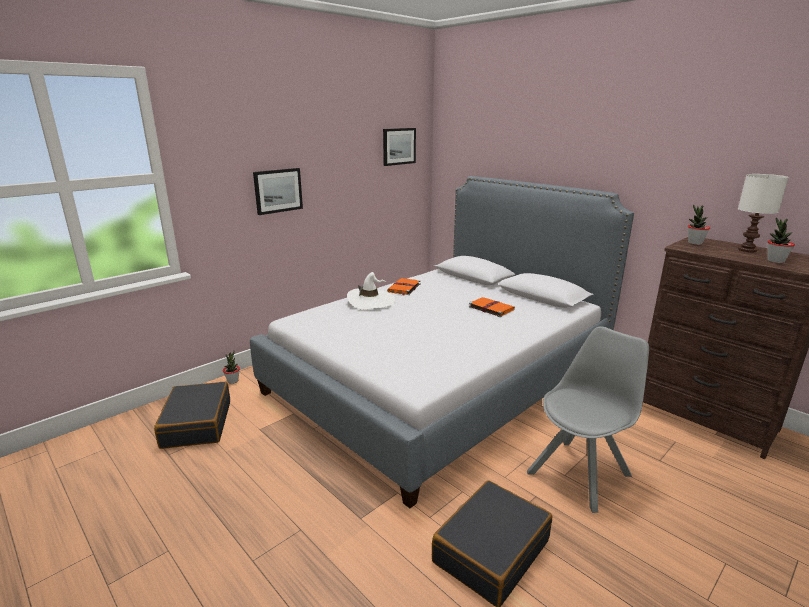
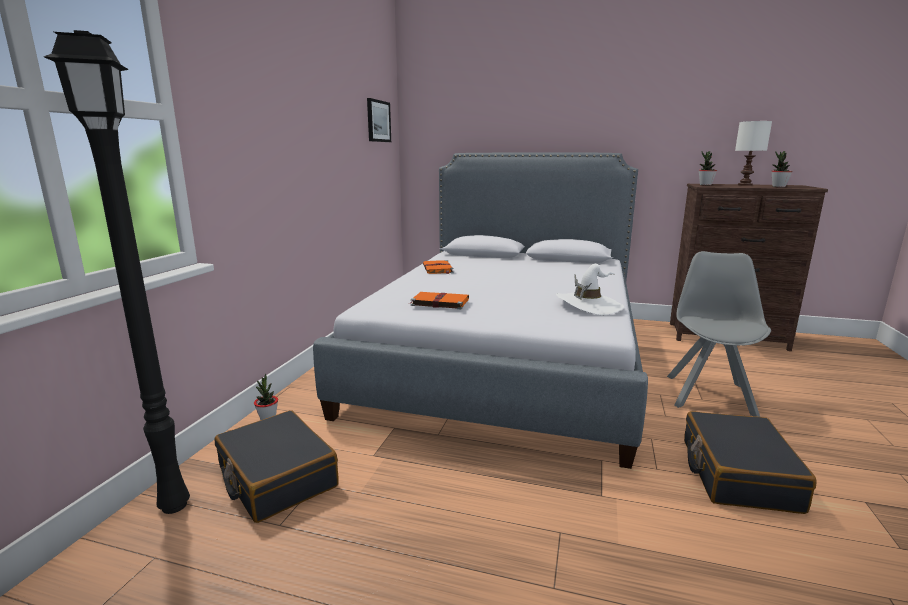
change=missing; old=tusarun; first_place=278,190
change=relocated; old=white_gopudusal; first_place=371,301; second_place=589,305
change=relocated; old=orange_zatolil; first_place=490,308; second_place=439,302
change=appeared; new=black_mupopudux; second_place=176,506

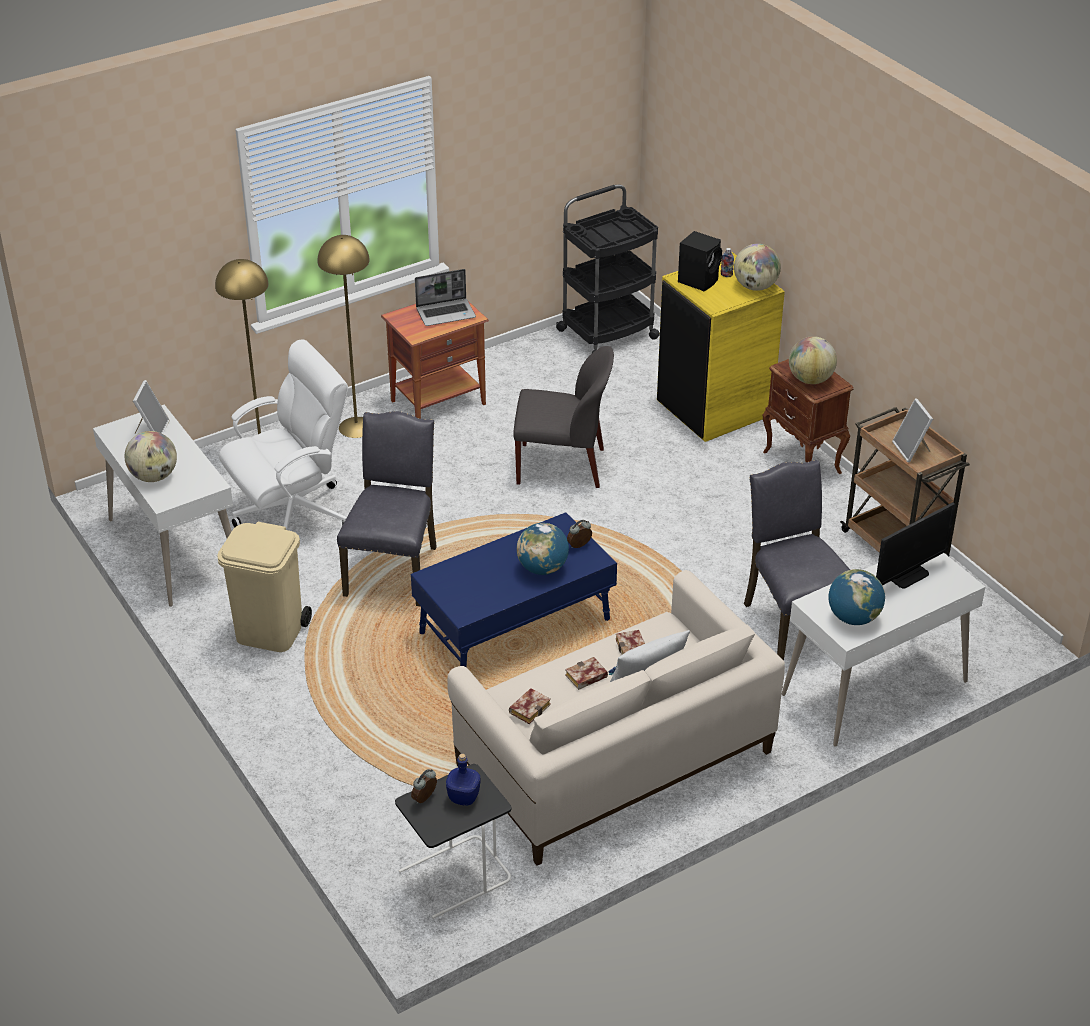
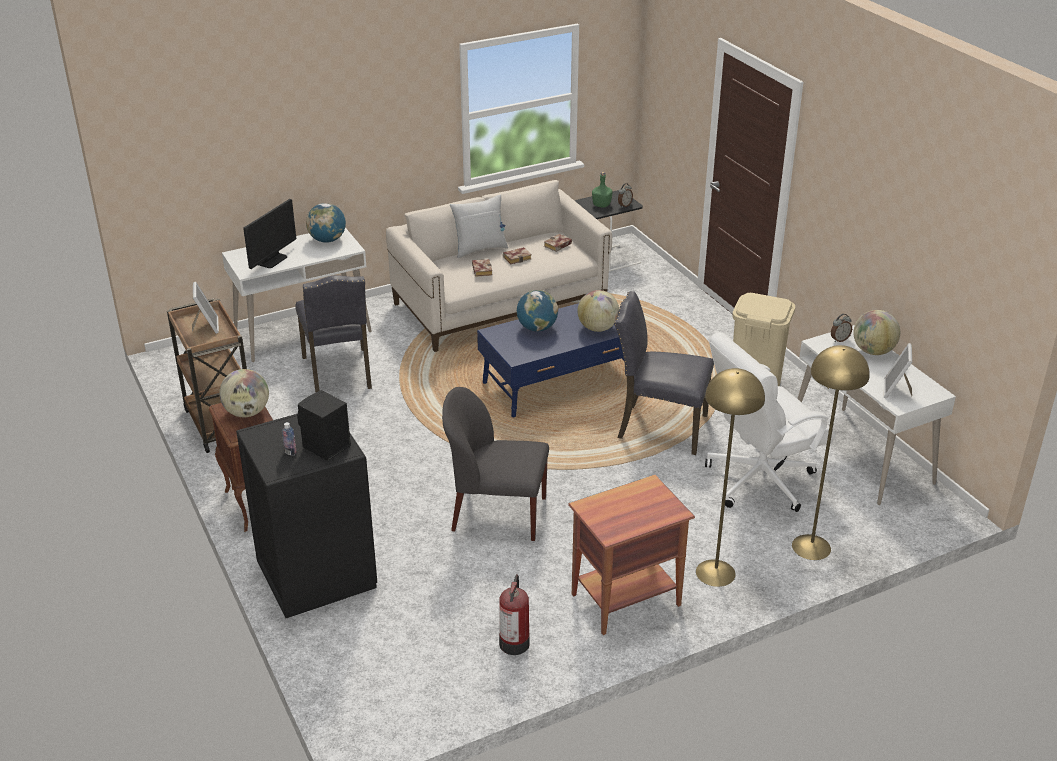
change=spun; old=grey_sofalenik; first_place=394,570; second_place=659,428; degrees=90
change=missing; old=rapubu; first_place=446,313
change=colour; old=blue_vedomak; new=green_vedomak; first_place=464,797; second_place=601,205
change=missing; old=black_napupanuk; first_place=608,334
change=relocated; old=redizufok; first_place=579,546; second_place=839,339
change=colour; old=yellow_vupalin; new=black_vupalin; first_place=714,408; second_place=316,573
change=relocated; old=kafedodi; first_place=755,287; second_place=597,328
change=spun; old=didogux; first_place=907,575; second_place=272,260; degrees=150
change=appeared; new=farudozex; second_place=514,642

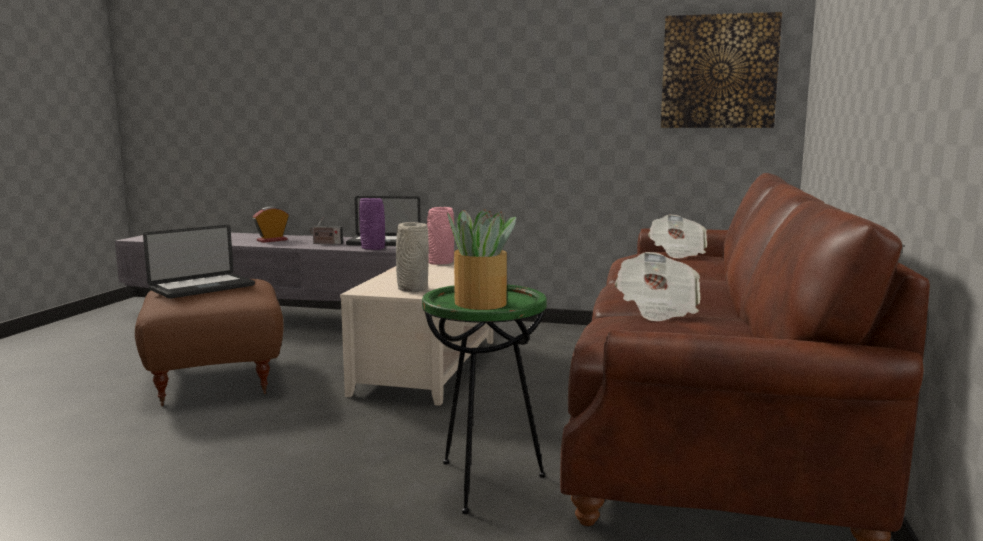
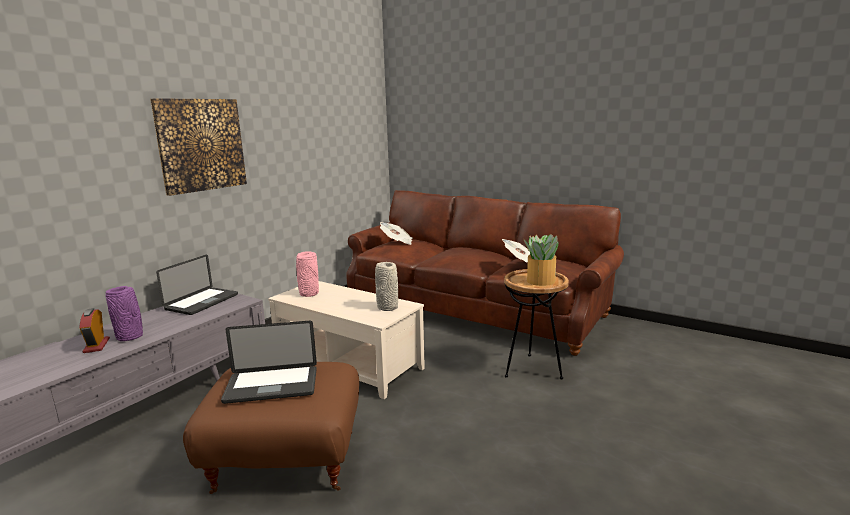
change=spun; old=rapubu; first_place=202,288; second_place=272,386; degrees=105
change=missing; old=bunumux; first_place=326,243
change=relocated; old=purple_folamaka; first_place=373,248; second_place=130,337
change=colour; old=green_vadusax; new=brown_vadusax; first_place=484,482; second_place=532,370
change=relocated; old=tusarun; first_place=719,72; second_place=201,145

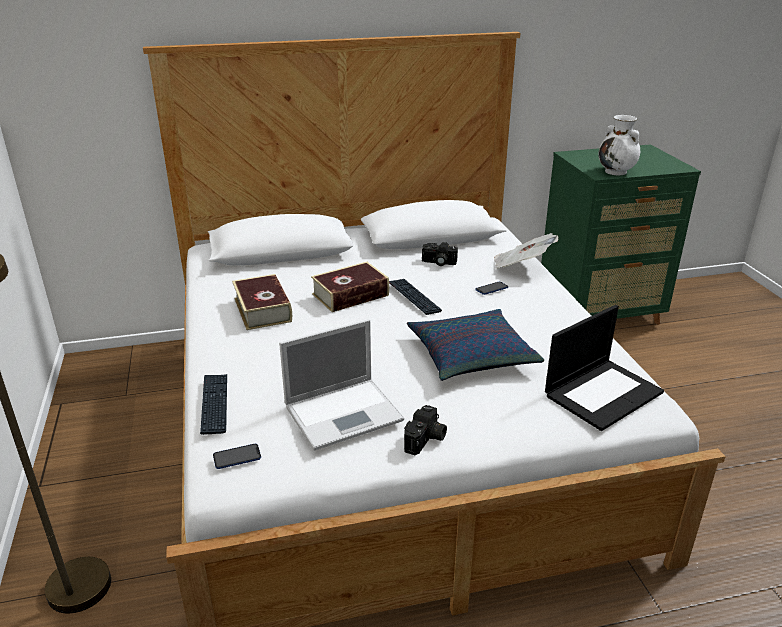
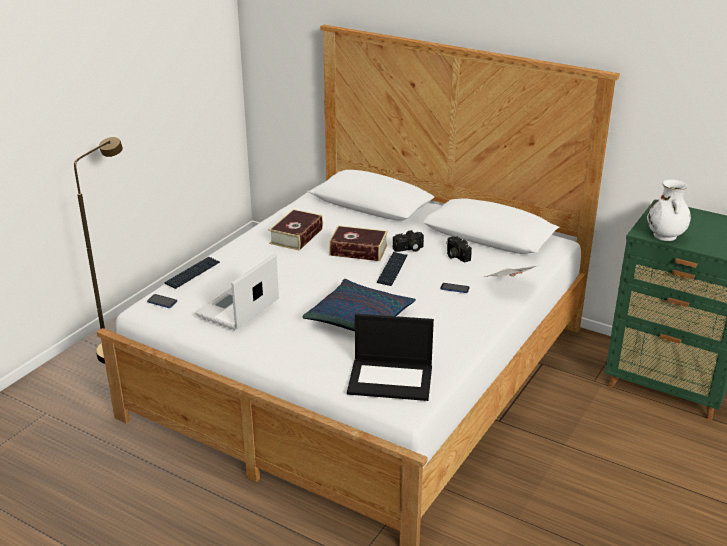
change=spun; old=rapubu; first_place=345,412; second_place=237,309; degrees=105
change=relocated; old=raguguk; first_place=426,440; second_place=409,249

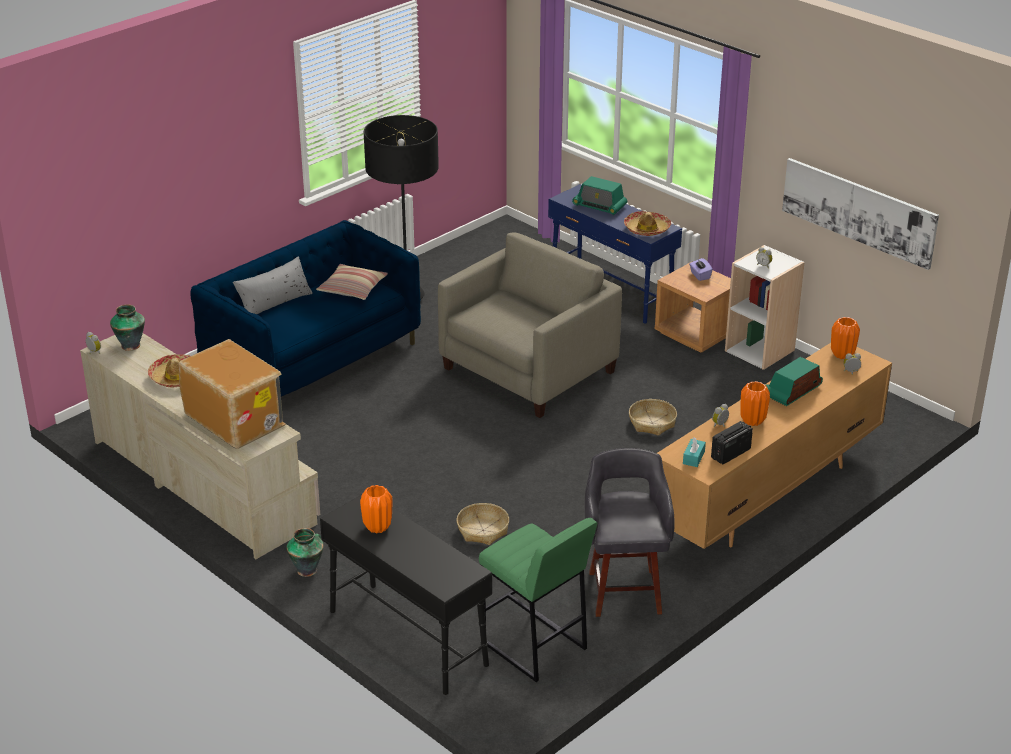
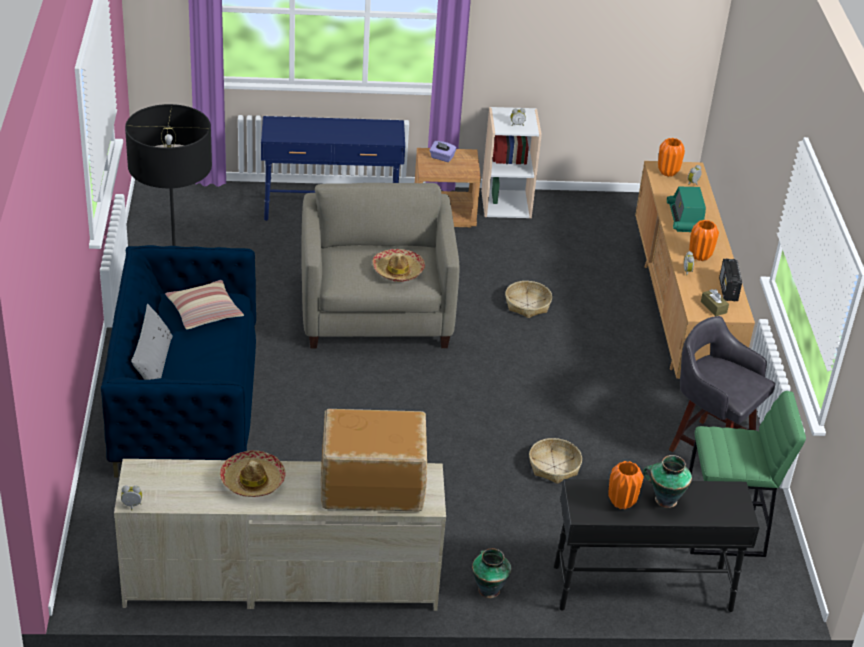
change=relocated; old=folamaka; first_place=130,345; second_place=664,499
change=missing; old=bunumux; first_place=599,206
change=relocated; old=gopudusal; first_place=647,229; second_place=398,271
change=colour; old=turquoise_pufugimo; new=brown_pufugimo; first_place=693,458; second_place=713,307
change=missing; old=tusarun; first_place=858,212

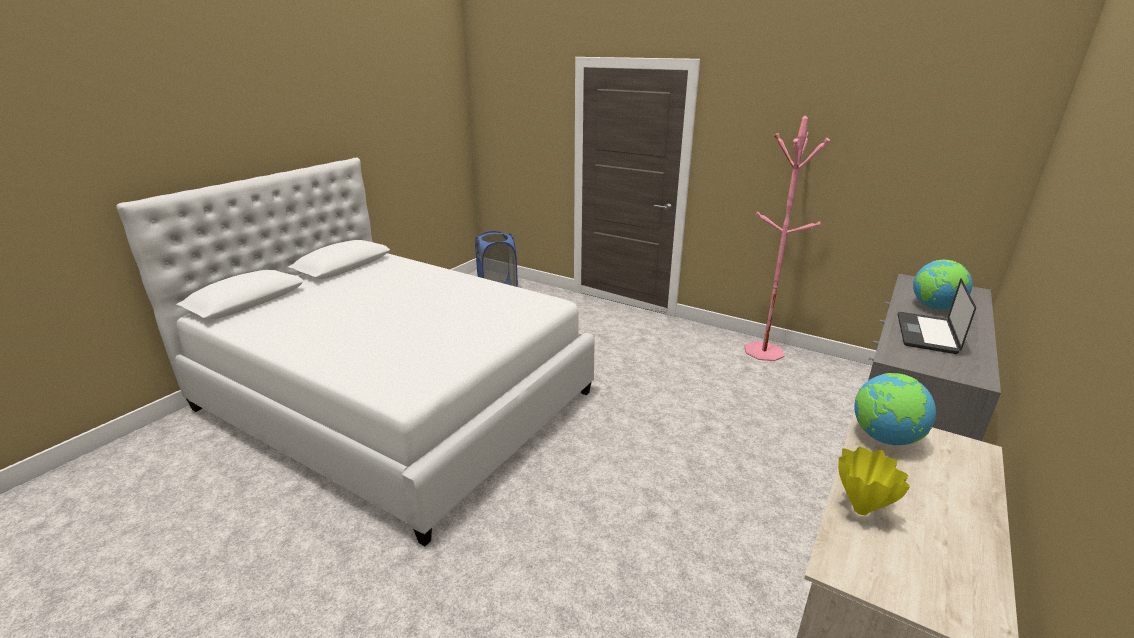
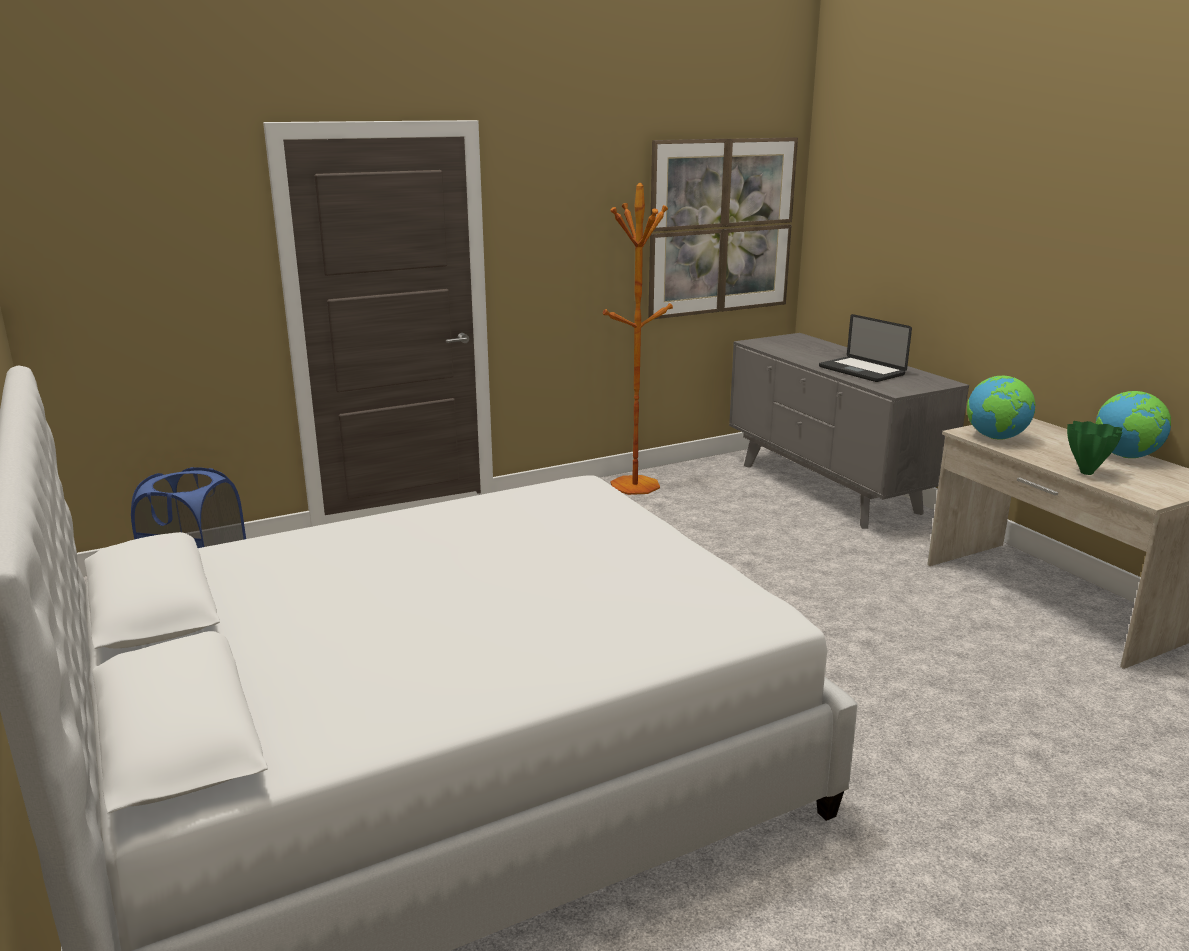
change=colour; old=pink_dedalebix; new=orange_dedalebix; first_place=764,351; second_place=635,485
change=colour; old=yellow_folamaka; new=green_folamaka; first_place=859,509; second_place=1085,472
change=relocated; old=kafedodi; first_place=934,308; second_place=1126,456
change=appeared; new=tusarun; second_place=721,227

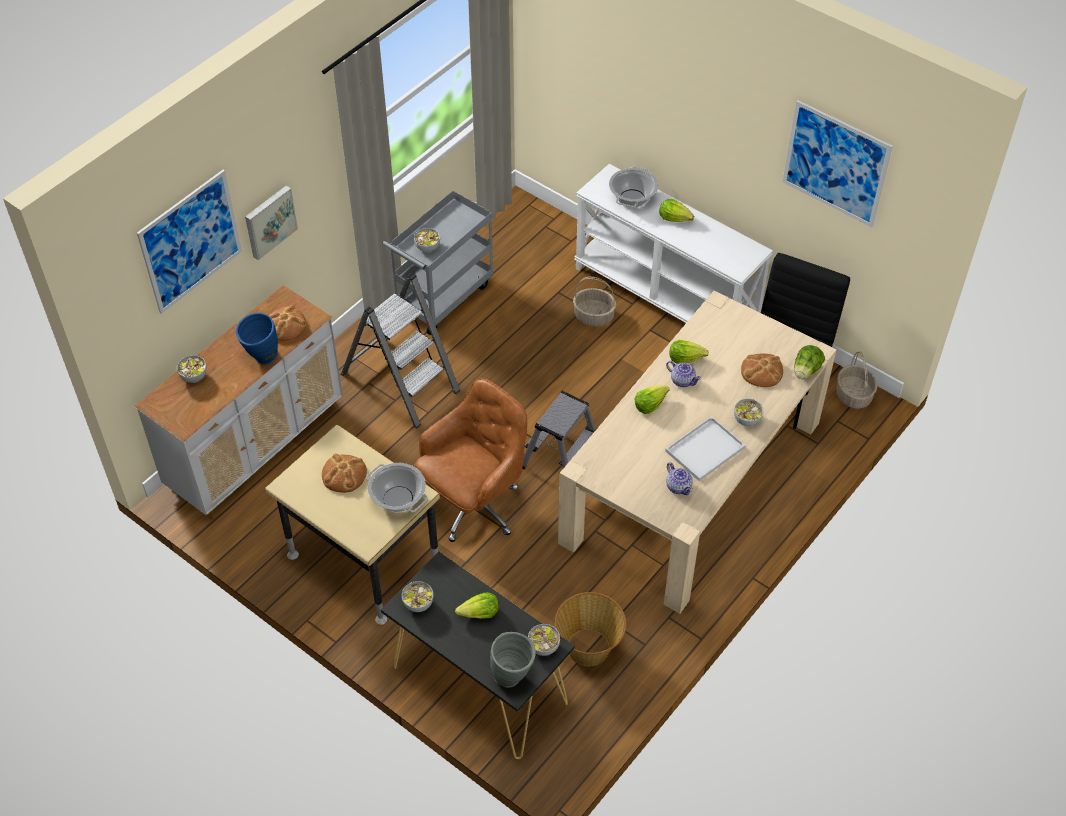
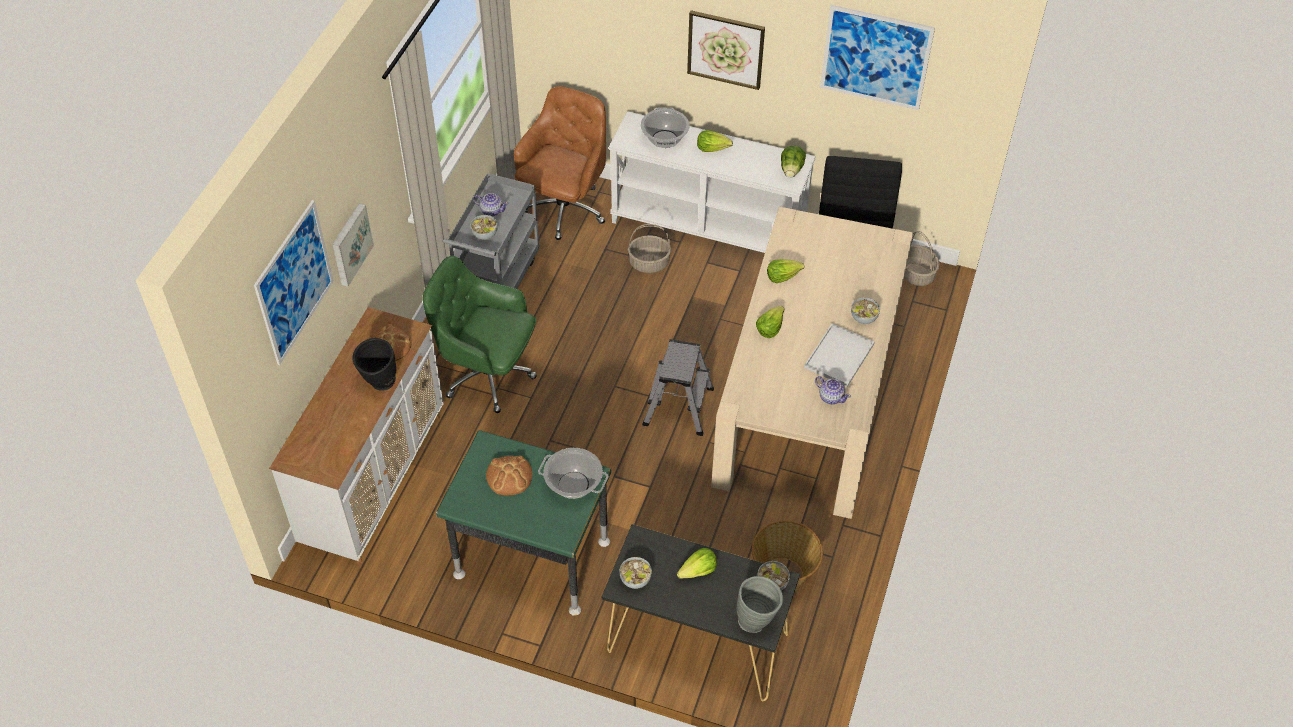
change=missing; old=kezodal; first_place=194,376
change=colour; old=blue_folamaka; new=black_folamaka; first_place=261,358; second_place=379,385
change=colour; old=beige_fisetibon; new=green_fisetibon; first_place=363,560; second_place=531,558
change=exchanged; old=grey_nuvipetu; new=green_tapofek; first_place=399,381; second_place=489,375
change=relocated; old=brown_tapofek; first_place=474,505; second_place=565,209
change=relocated; old=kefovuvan; first_place=682,380; second_place=491,210
change=missing; old=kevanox; first_place=762,371
change=relocated; old=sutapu; first_place=806,371; second_place=791,170
change=appeared; new=tusarun; second_place=725,49

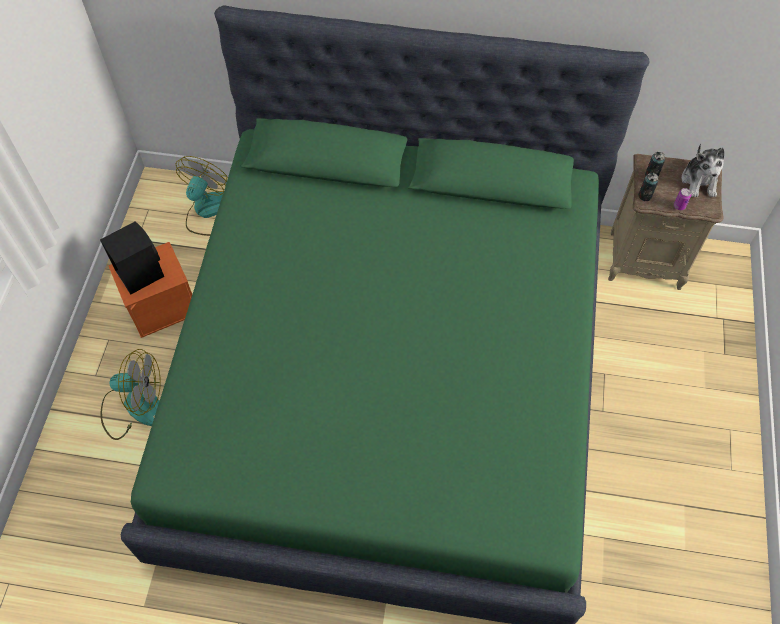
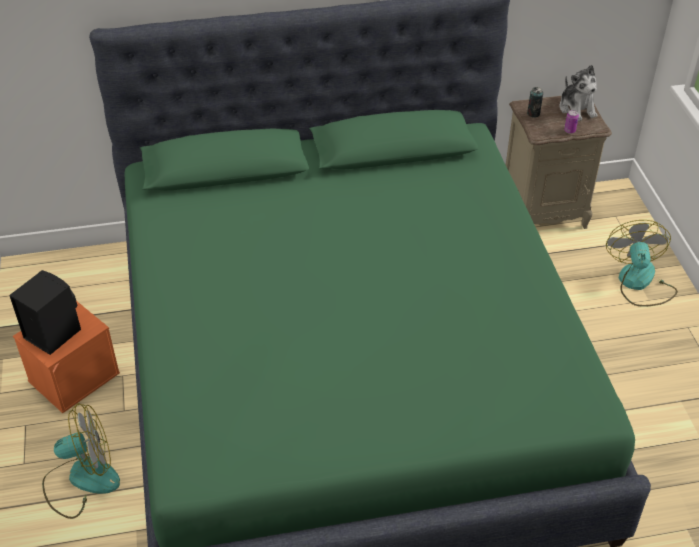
change=relocated; old=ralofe; first_place=208,211; second_place=639,283
change=missing; old=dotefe; first_place=644,196

